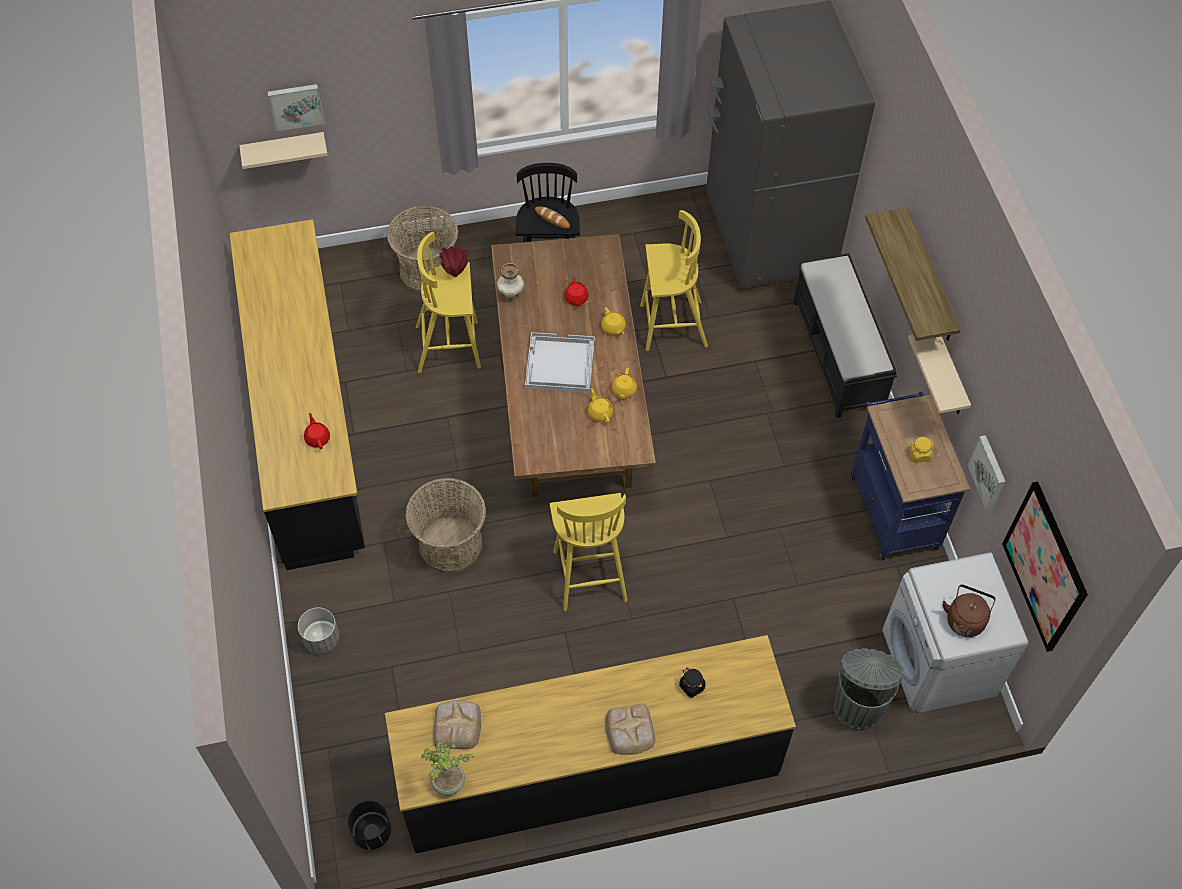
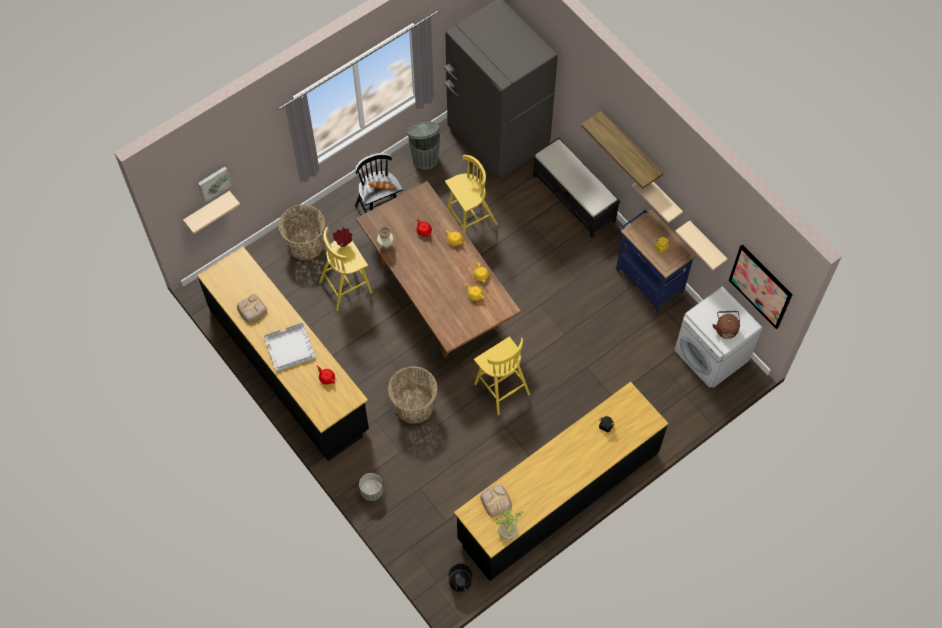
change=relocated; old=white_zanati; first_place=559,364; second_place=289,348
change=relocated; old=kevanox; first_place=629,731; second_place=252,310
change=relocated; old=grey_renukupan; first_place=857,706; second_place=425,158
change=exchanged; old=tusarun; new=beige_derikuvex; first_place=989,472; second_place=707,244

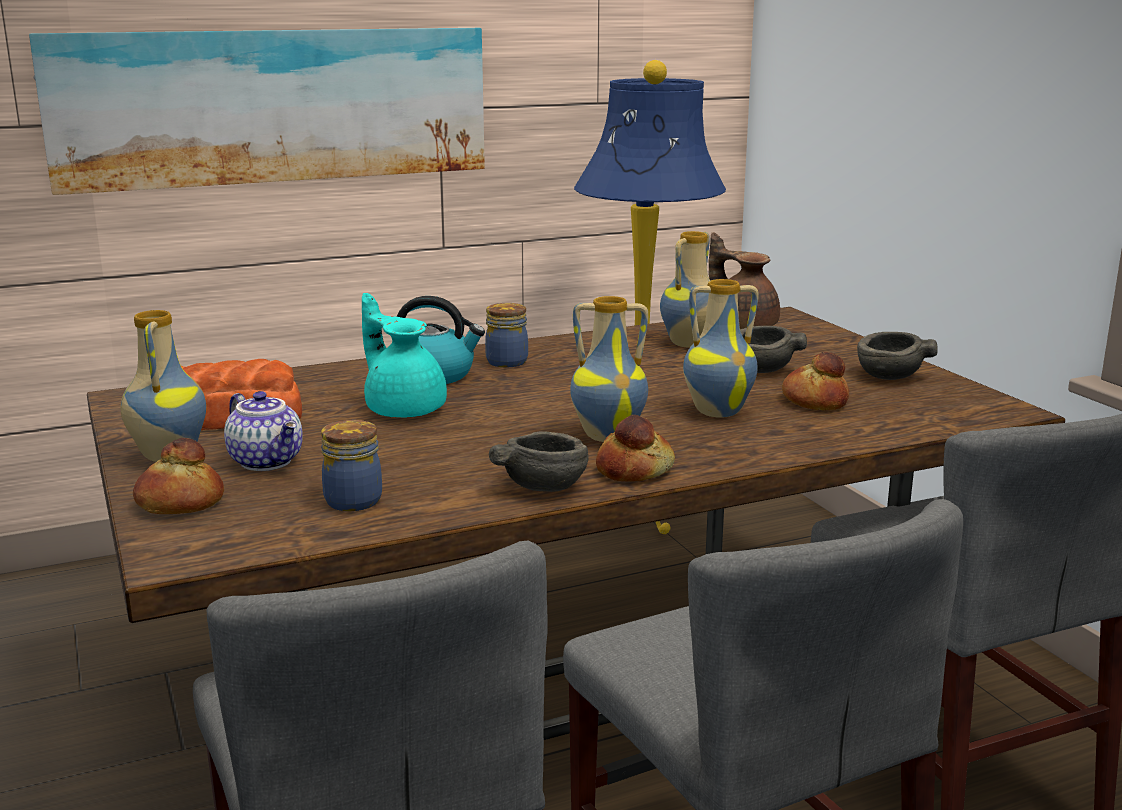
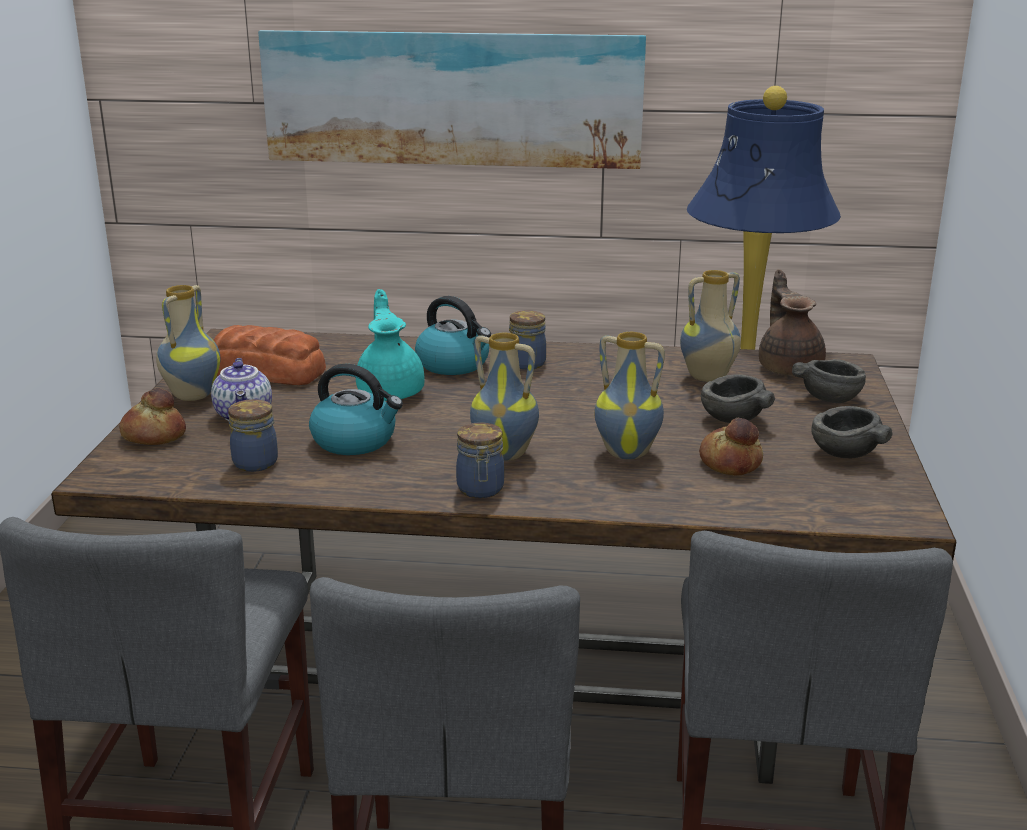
change=relocated; old=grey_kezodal; first_place=544,486; second_place=830,398
change=exchanged; old=kevanox; new=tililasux; first_place=635,470; second_place=480,490
change=appeared; new=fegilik; second_place=355,441

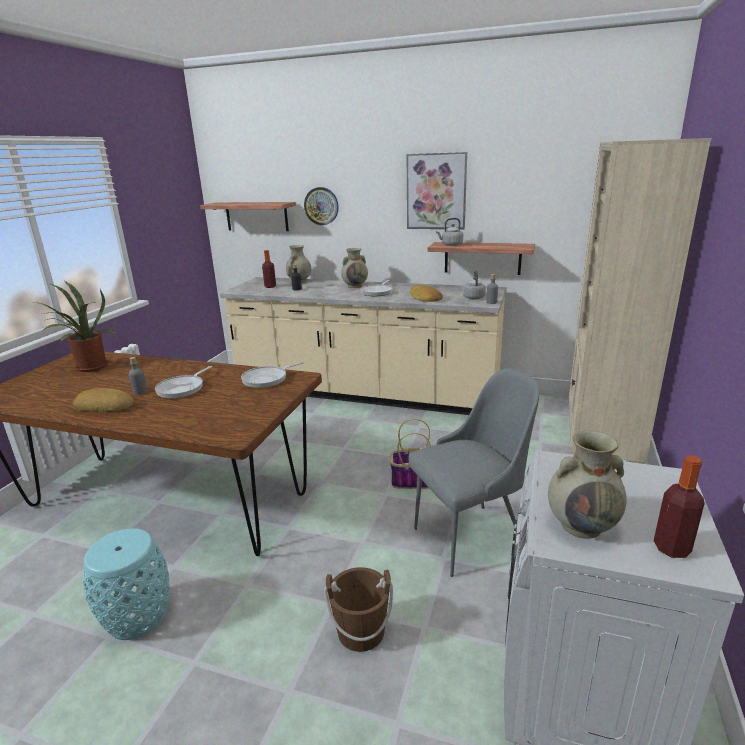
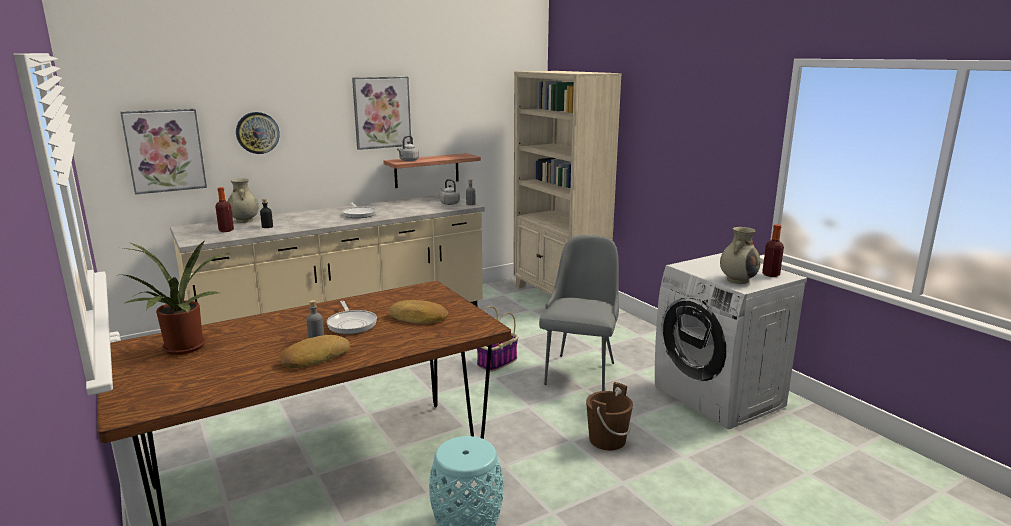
change=exchanged; old=derikuvex; new=tusarun; first_place=256,216; second_place=165,150
change=missing; old=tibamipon; first_place=267,379
change=missing; old=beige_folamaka; first_place=355,286
change=relocated; old=kevanox; first_place=425,298; second_place=418,318

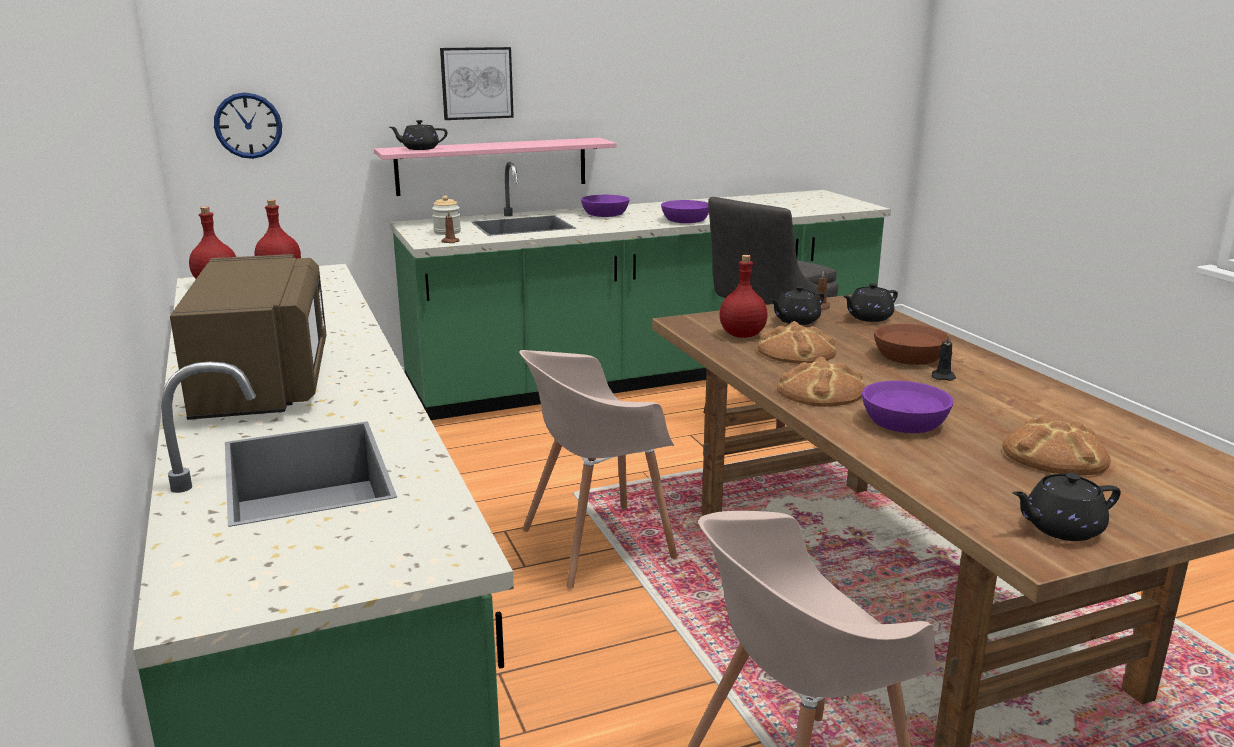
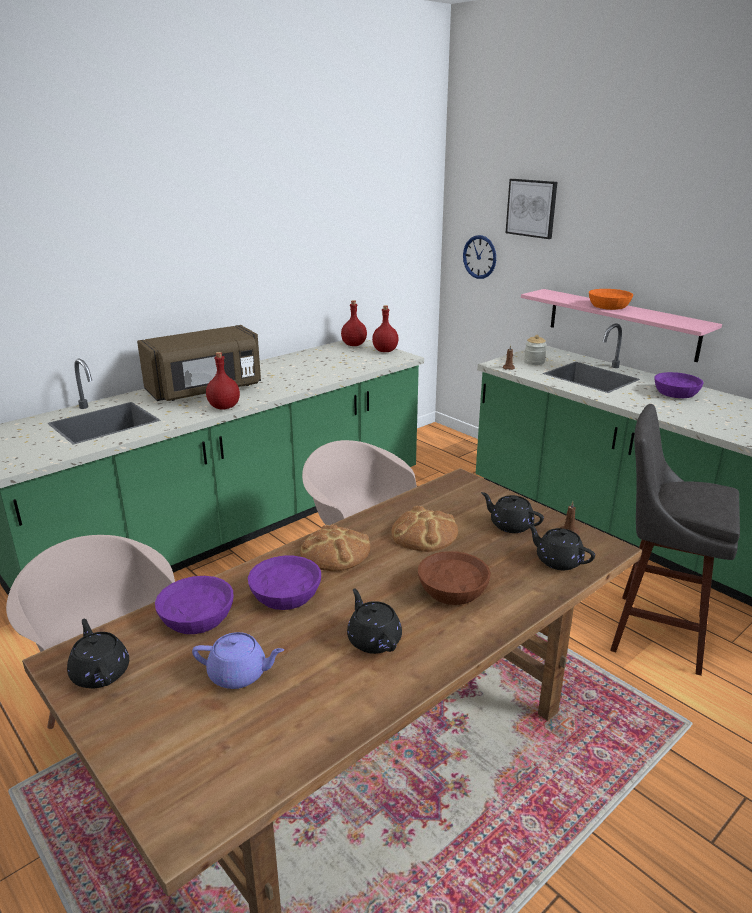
change=relocated; old=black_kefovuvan; first_place=419,148; second_place=373,639
change=relocated; old=tusarun; first_place=476,83; second_place=531,208
change=relocated; old=purple_kezodal; first_place=685,220; second_place=197,616
change=relocated; old=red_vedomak; first_place=742,335; second_place=223,407
change=missing; old=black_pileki; first_place=942,377
change=exchanged; old=kevanox; new=purple_kefovuvan; first_place=1054,455; second_place=239,674
change=appeared; new=orange_kezodal; second_place=609,306

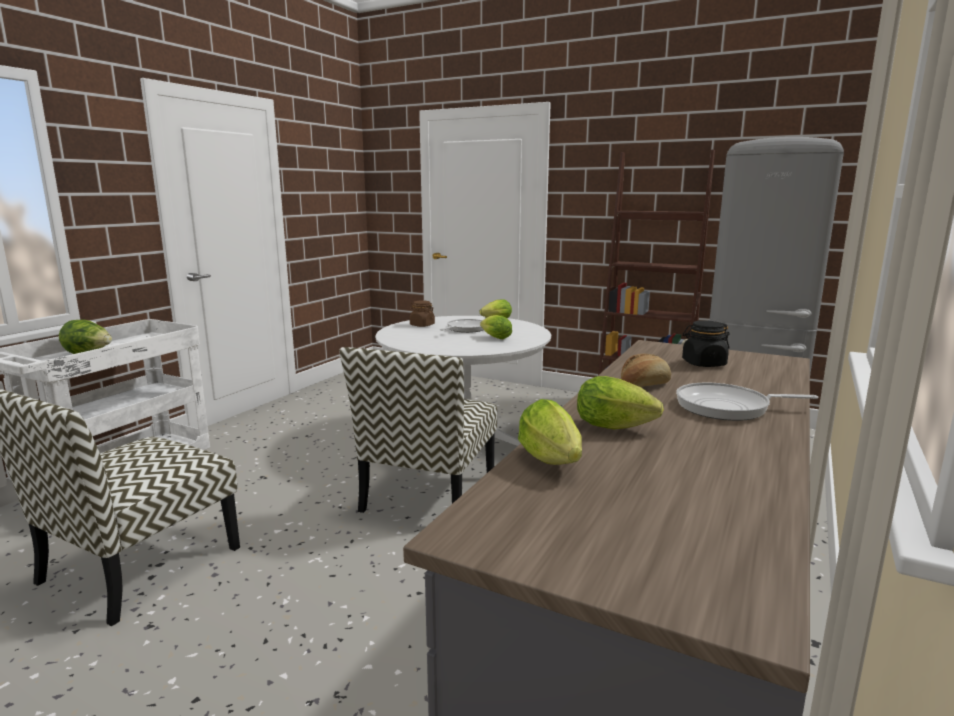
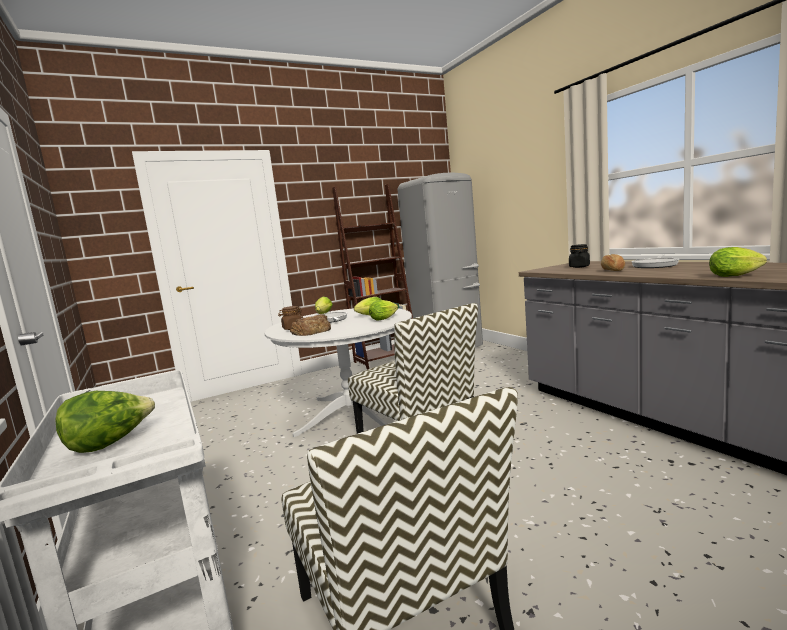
change=relocated; old=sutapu; first_place=618,428; second_place=385,319
change=appeared; new=kevanox; second_place=312,331

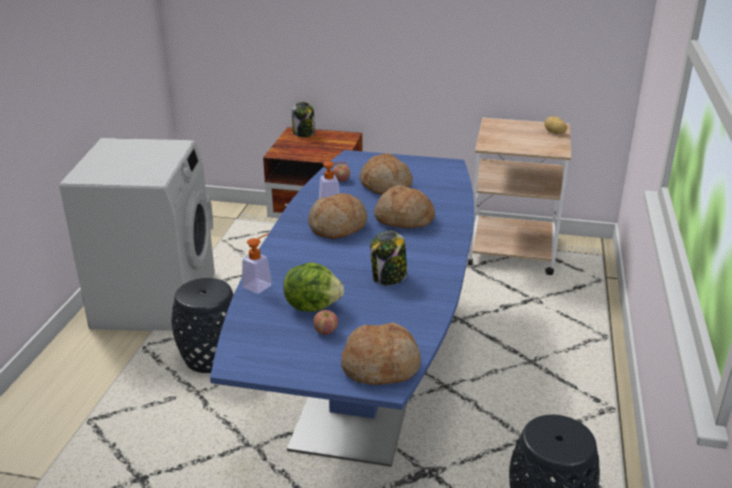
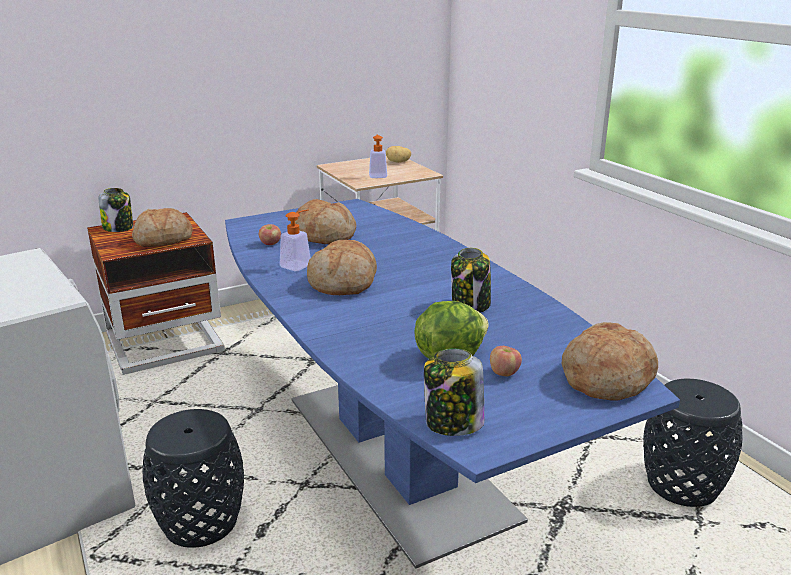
change=relocated; old=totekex; first_place=260,284; second_place=378,175
change=relocated; old=kevanox; first_place=403,219; second_place=163,239
change=appeared; new=tililasux; second_place=453,423

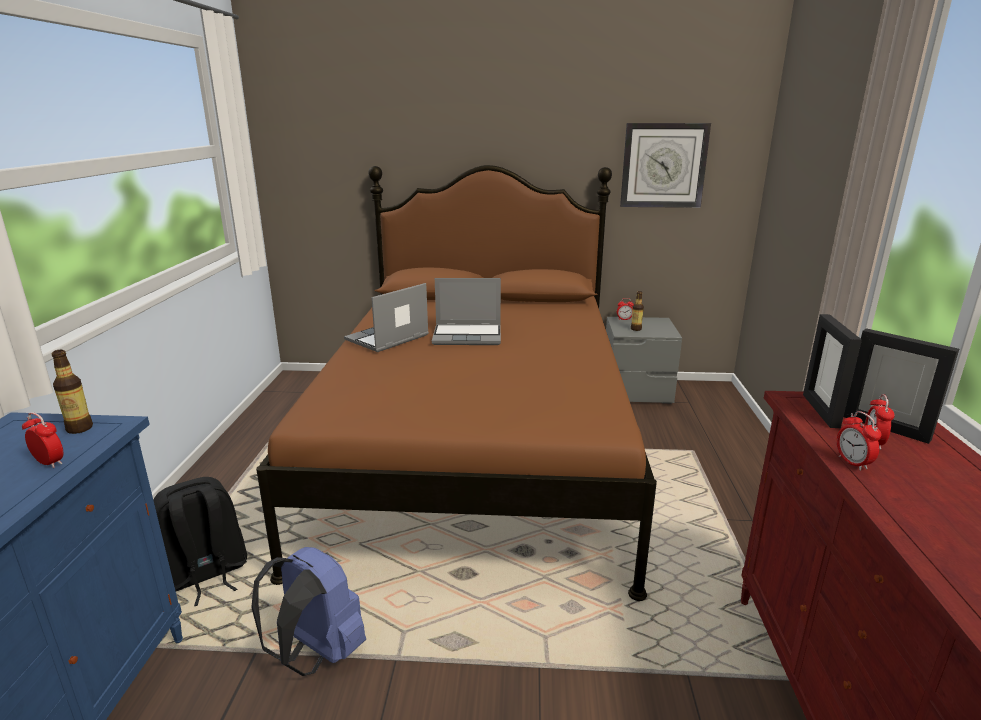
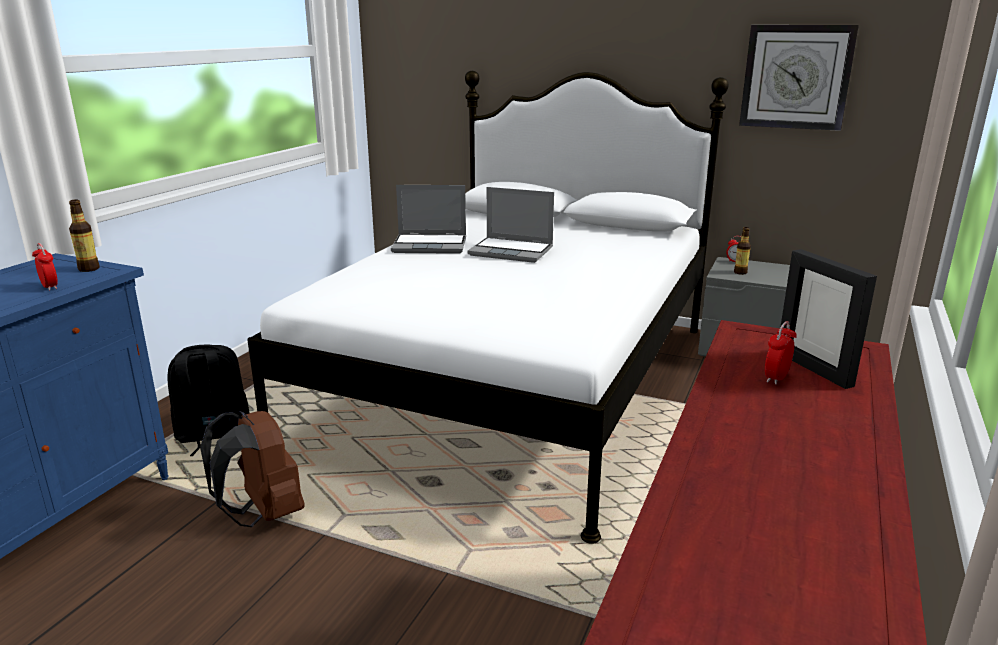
change=colour; old=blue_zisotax; new=brown_zisotax; first_place=317,653; second_place=263,514
change=colour; old=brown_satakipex; new=white_satakipex; first_place=477,453; second_place=516,382
change=spun; old=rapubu; first_place=387,338; second_place=431,245; degrees=-150
change=missing; old=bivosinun; first_place=822,410
change=missing; old=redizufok; first_place=852,463

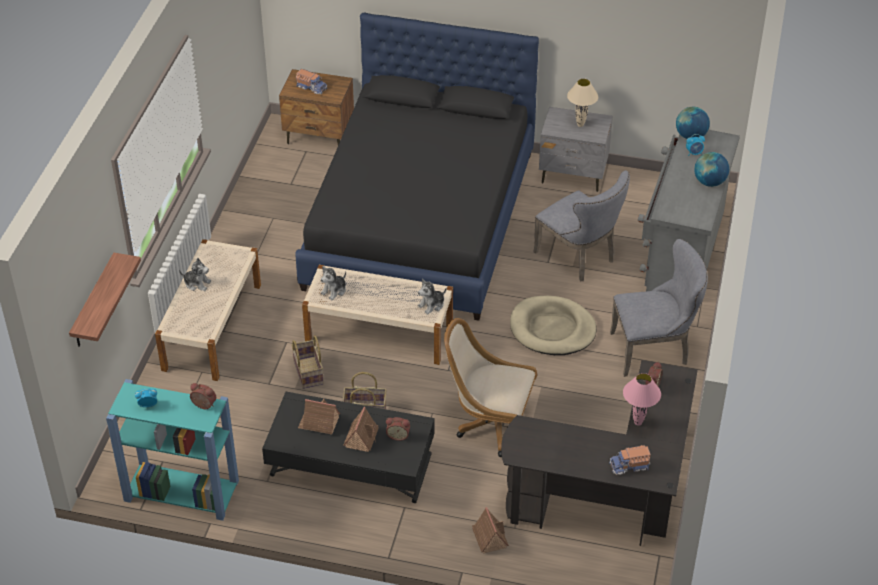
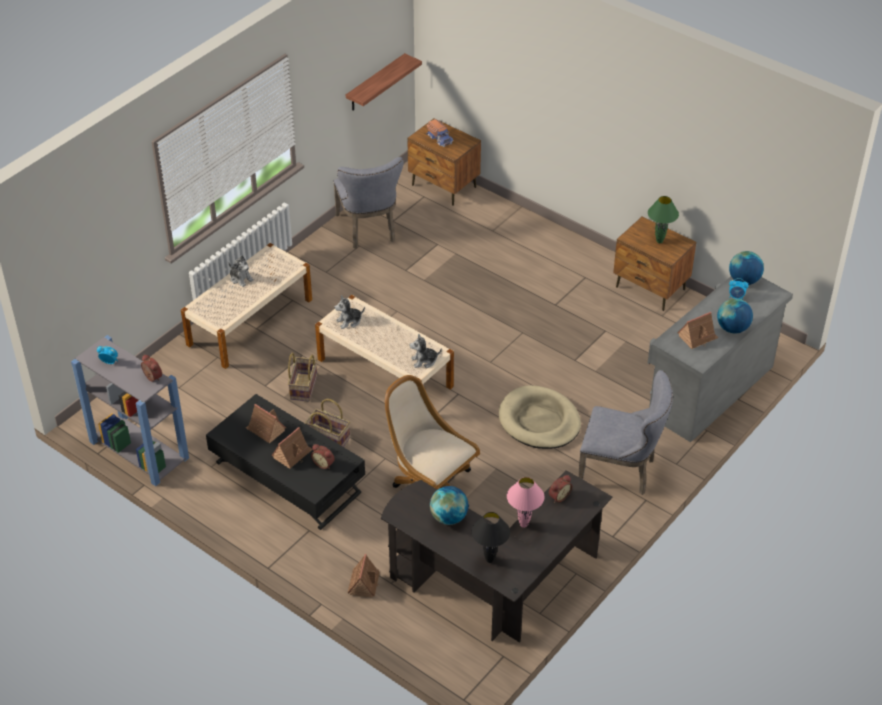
change=relocated; old=derikuvex; first_place=93,302; second_place=375,83
change=colour; old=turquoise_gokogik; new=grey_gokogik; first_place=181,490; second_place=138,449
change=missing; old=black_satakipex; first_place=420,219
change=relocated; old=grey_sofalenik; first_place=579,258; second_place=369,230
change=colour; old=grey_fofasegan; new=brown_fofasegan; first_place=573,175; second_place=650,289
change=colour; old=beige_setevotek; new=green_setevotek; first_place=580,125; second_place=659,241
change=exchanged; old=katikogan; new=black_setevotek; first_place=629,466; second_place=490,560
change=appeared; new=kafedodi; second_place=449,517
change=appeared; new=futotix; second_place=697,337

